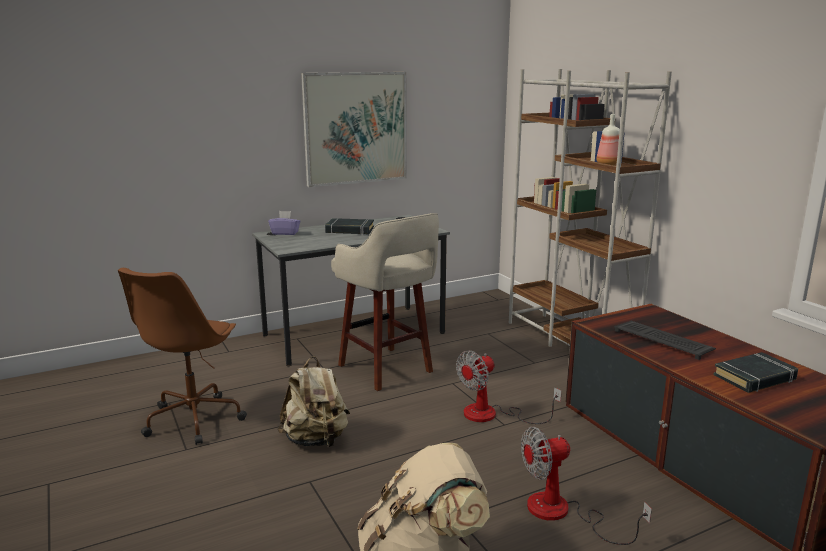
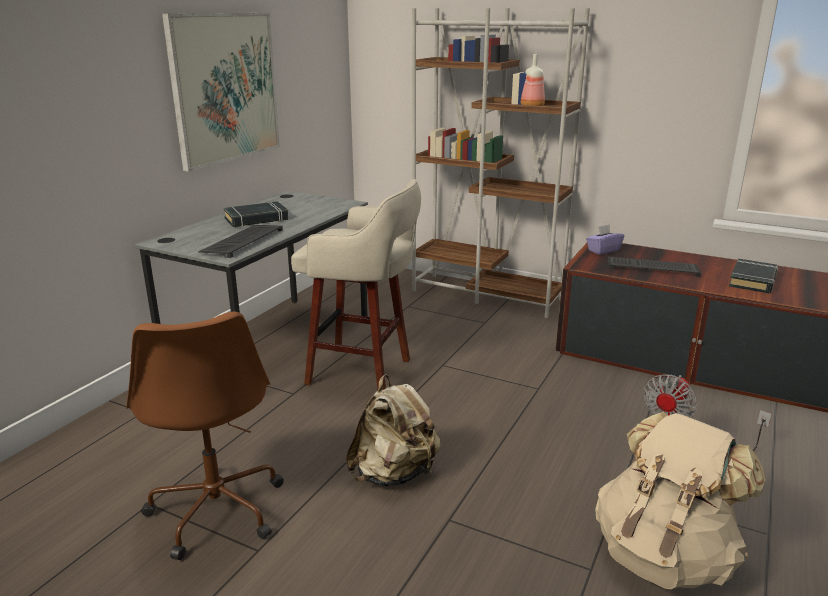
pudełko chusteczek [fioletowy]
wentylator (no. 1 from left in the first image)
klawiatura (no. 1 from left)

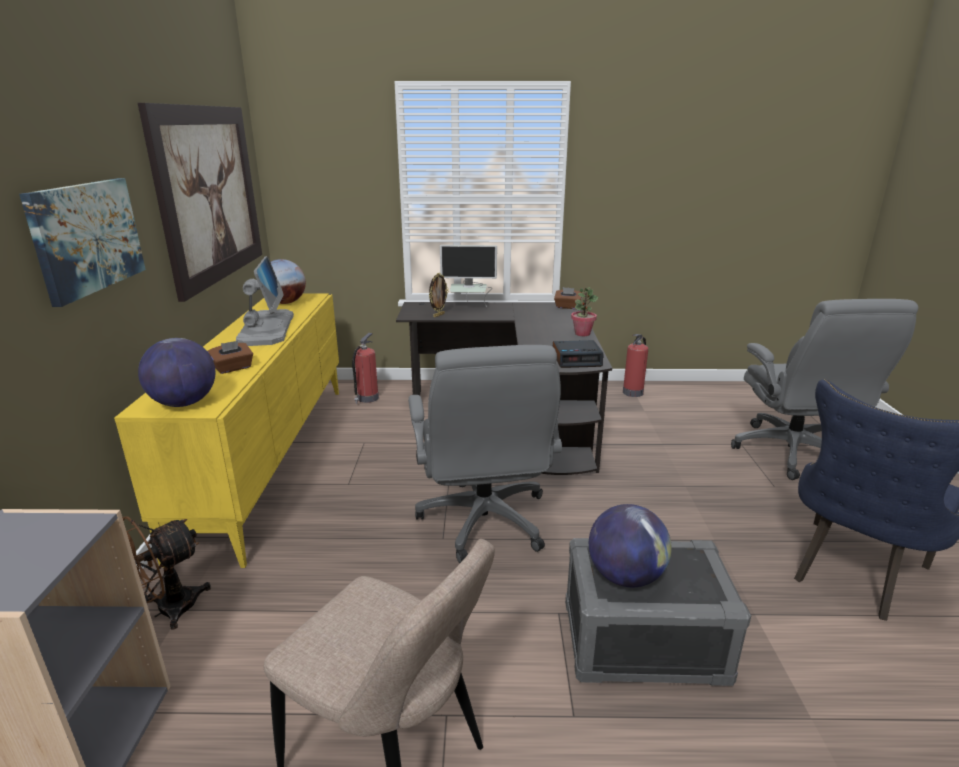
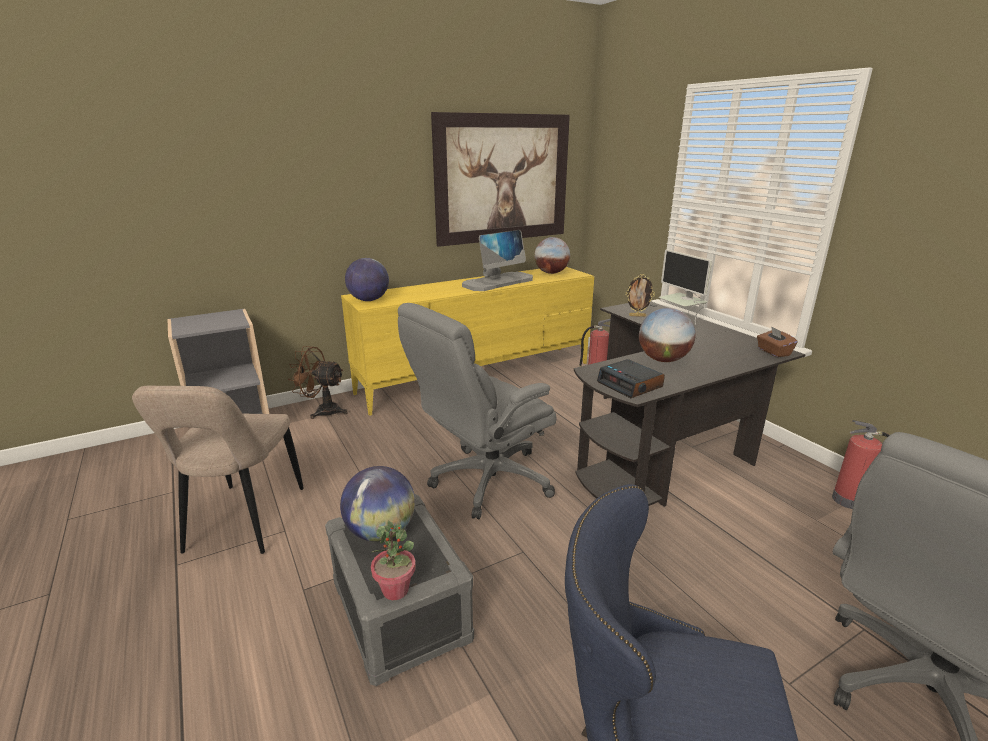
obraz (no. 1 from left in the first image)
roślina doniczkowa
pudełko chusteczek [brązowy] (no. 1 from left in the first image)
globus (no. 4 from left)

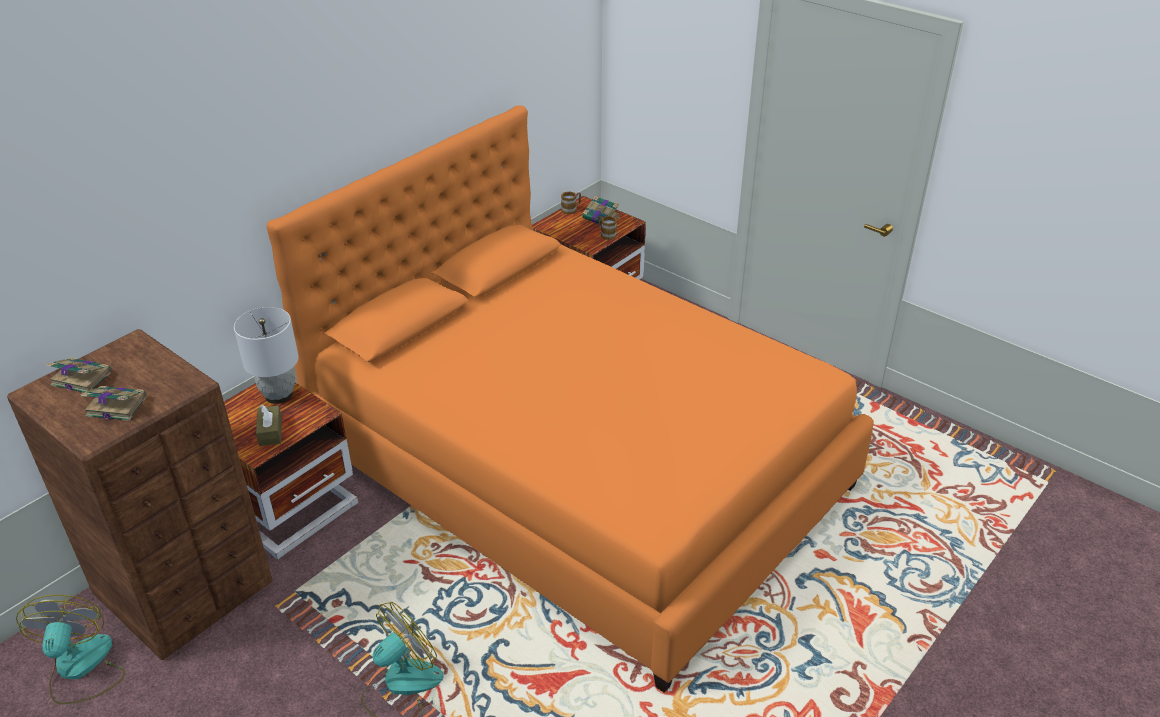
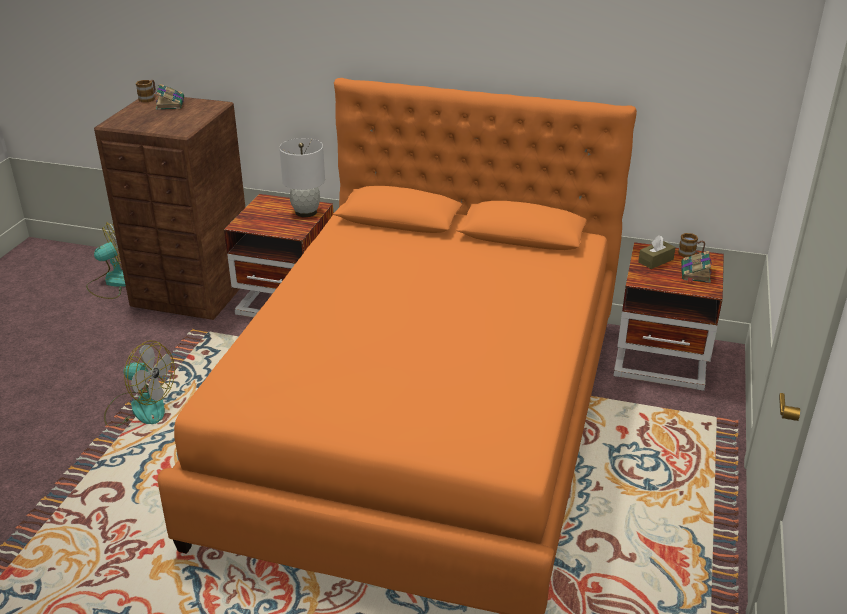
kubek (no. 1 from left)
książka (no. 2 from left in the first image)
pudełko chusteczek [brązowy]

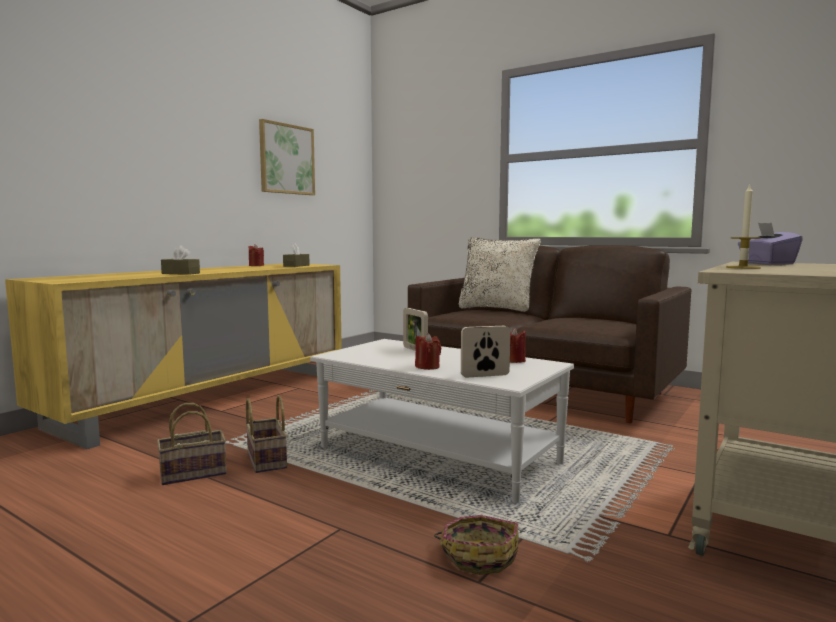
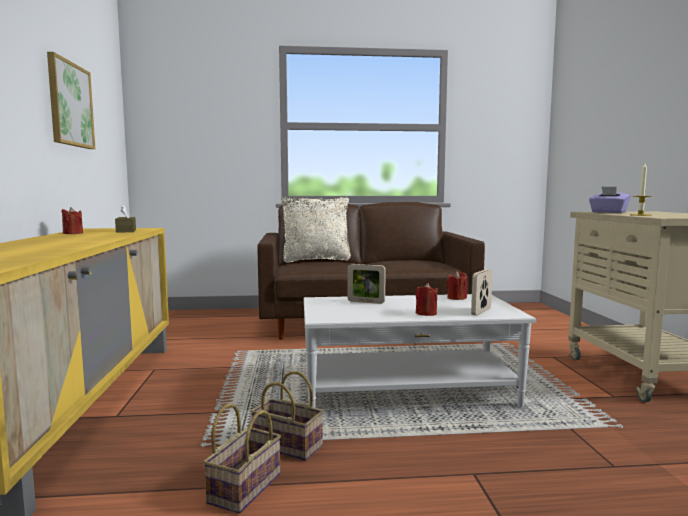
pudełko chusteczek [brązowy] (no. 1 from left in the first image)
koszyk (no. 3 from left in the first image)

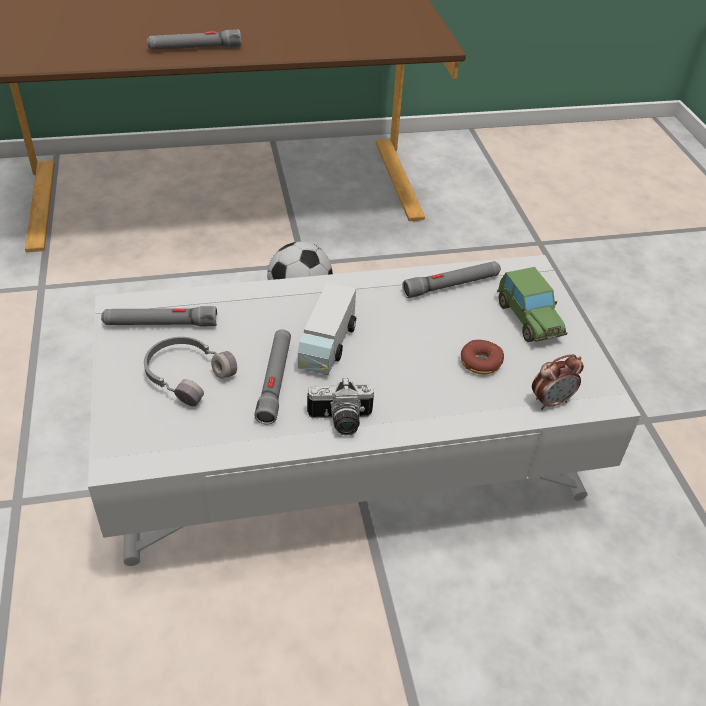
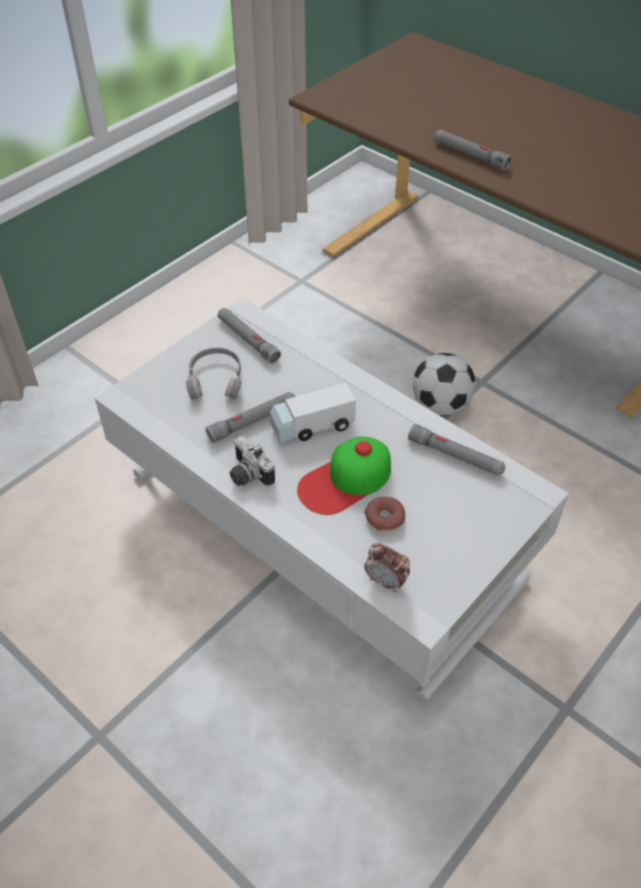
samochodzik
czapka z daszkiem

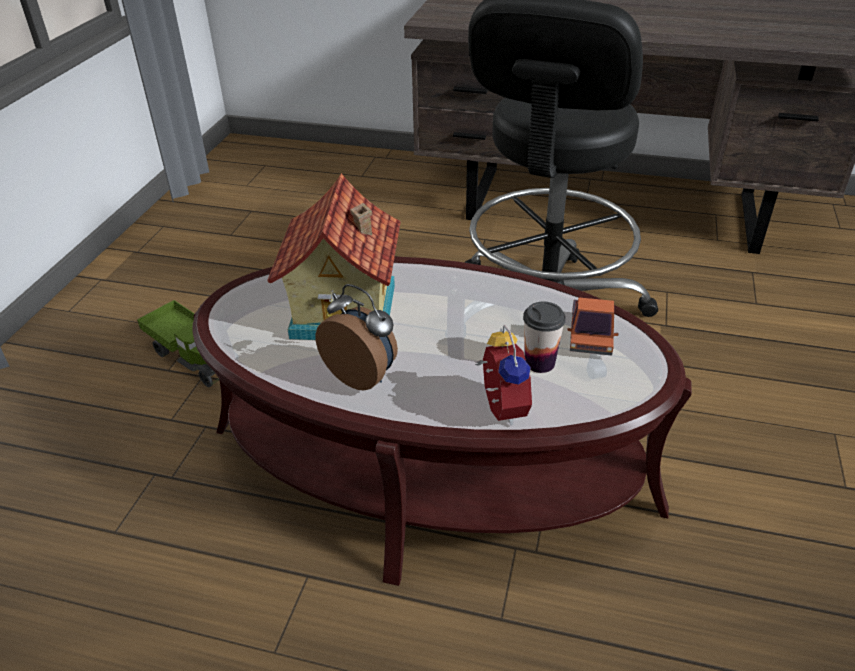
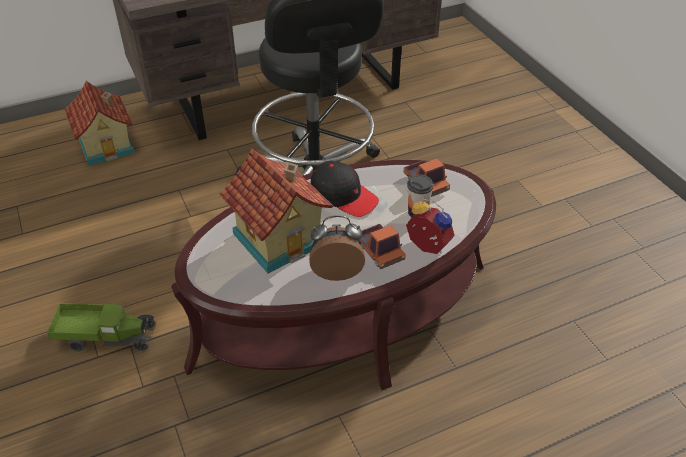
domek (no. 1 from left)
czapka z daszkiem [czarny]
ciężarówka zabawkowa (no. 2 from left)

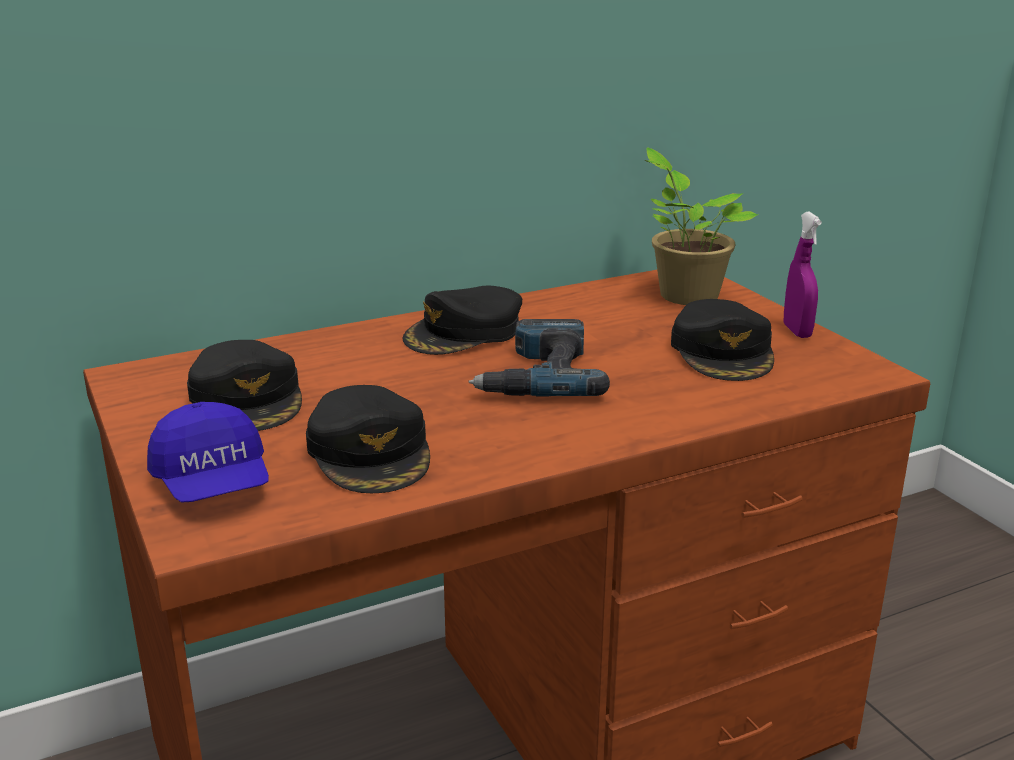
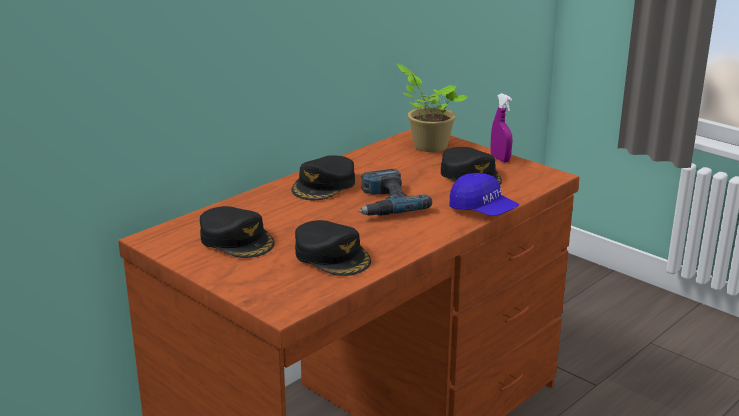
czapka z daszkiem [niebieski]

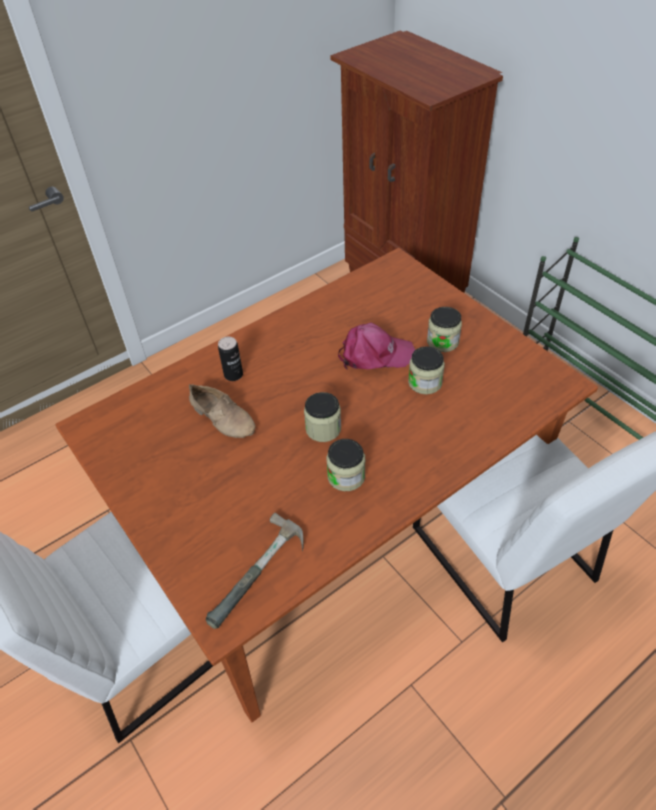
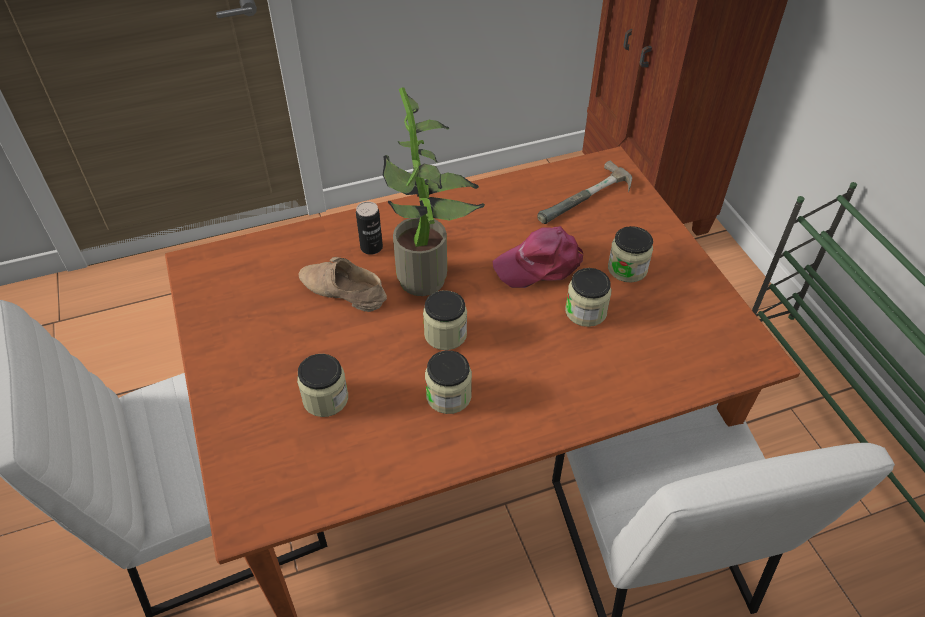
czapka z daszkiem [różowy]
but [beżowy]
młotek
roślina doniczkowa
słoik (no. 1 from left)

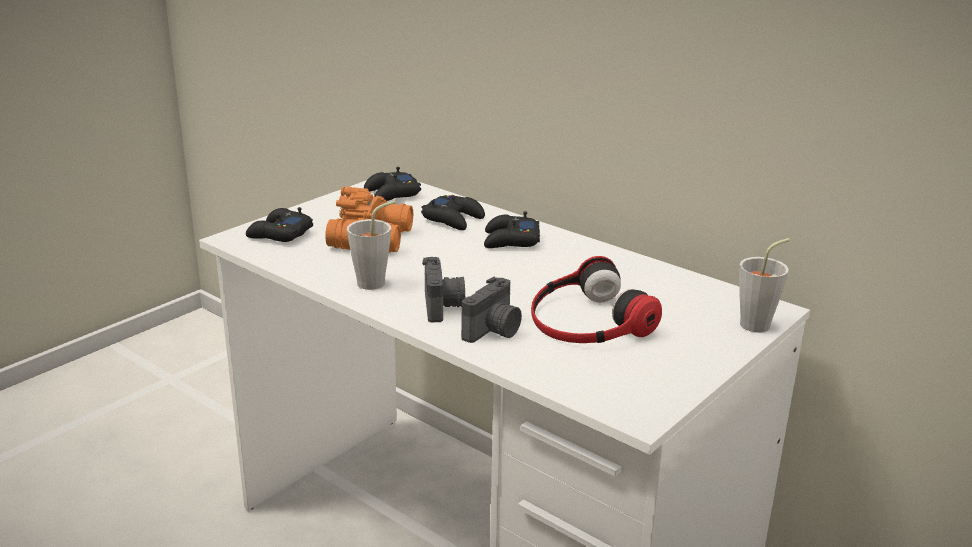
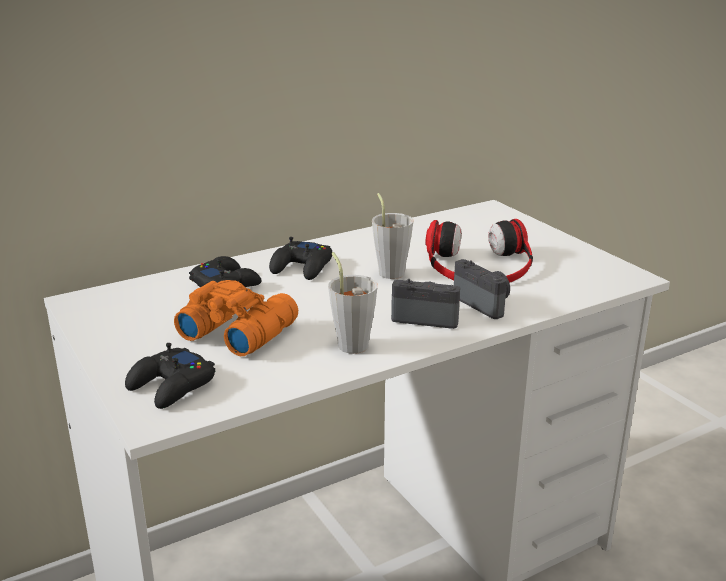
pad do gier [czarny] (no. 2 from left in the first image)
filiżanka [szary] (no. 2 from left)

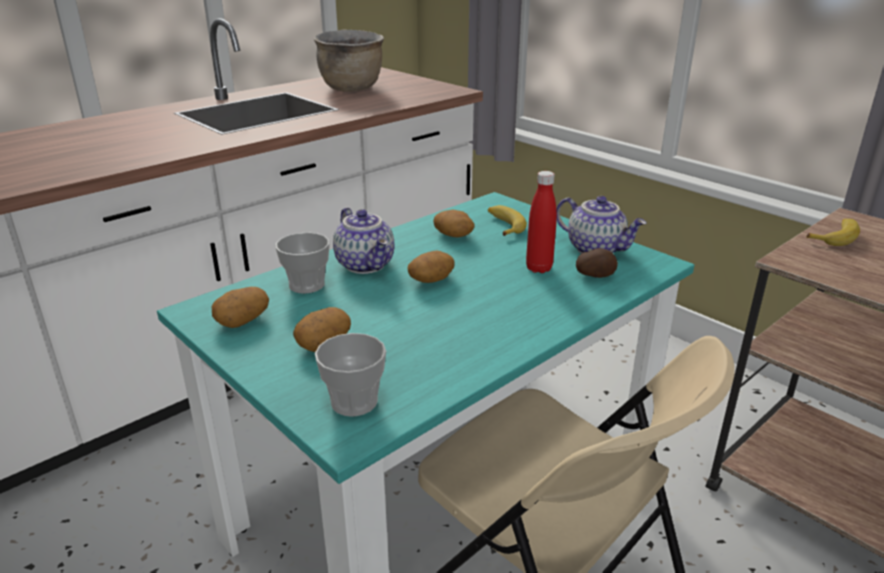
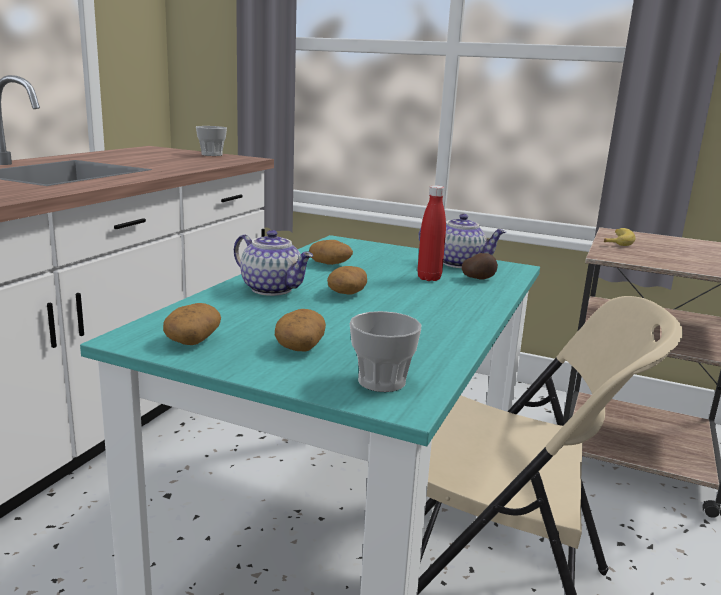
garnek [brązowy]
banan (no. 1 from left in the first image)
filiżanka (no. 1 from left)

